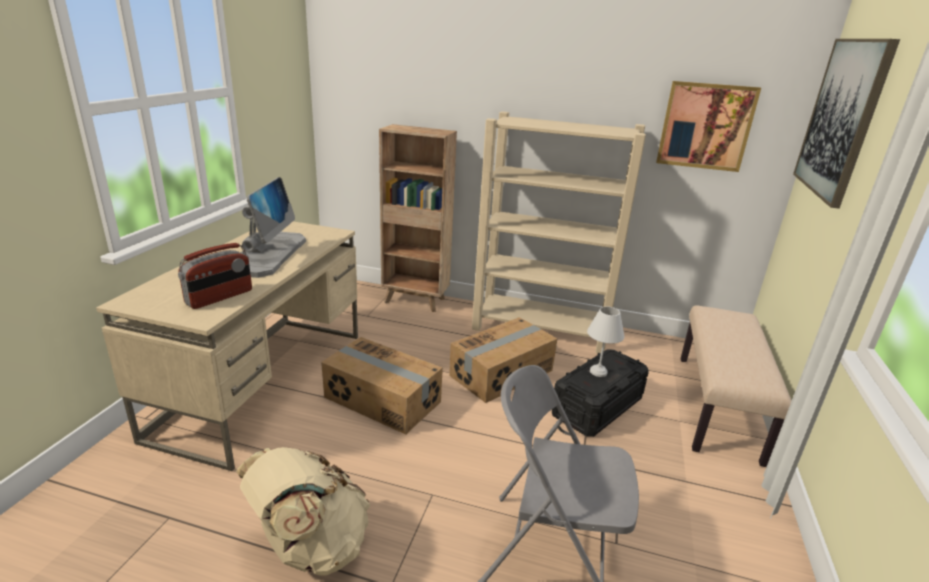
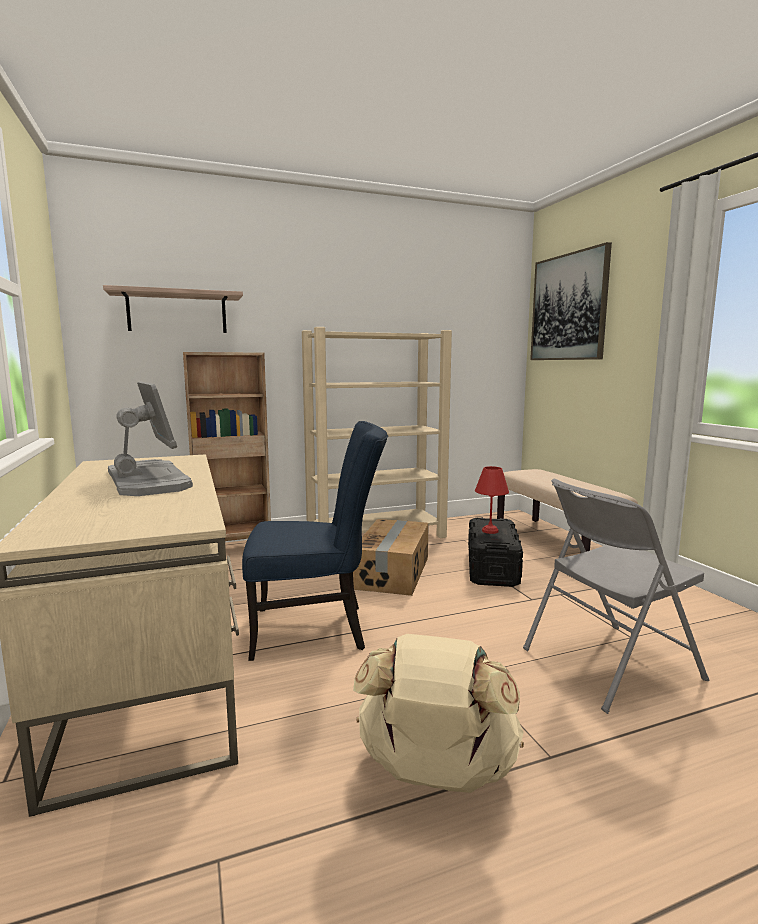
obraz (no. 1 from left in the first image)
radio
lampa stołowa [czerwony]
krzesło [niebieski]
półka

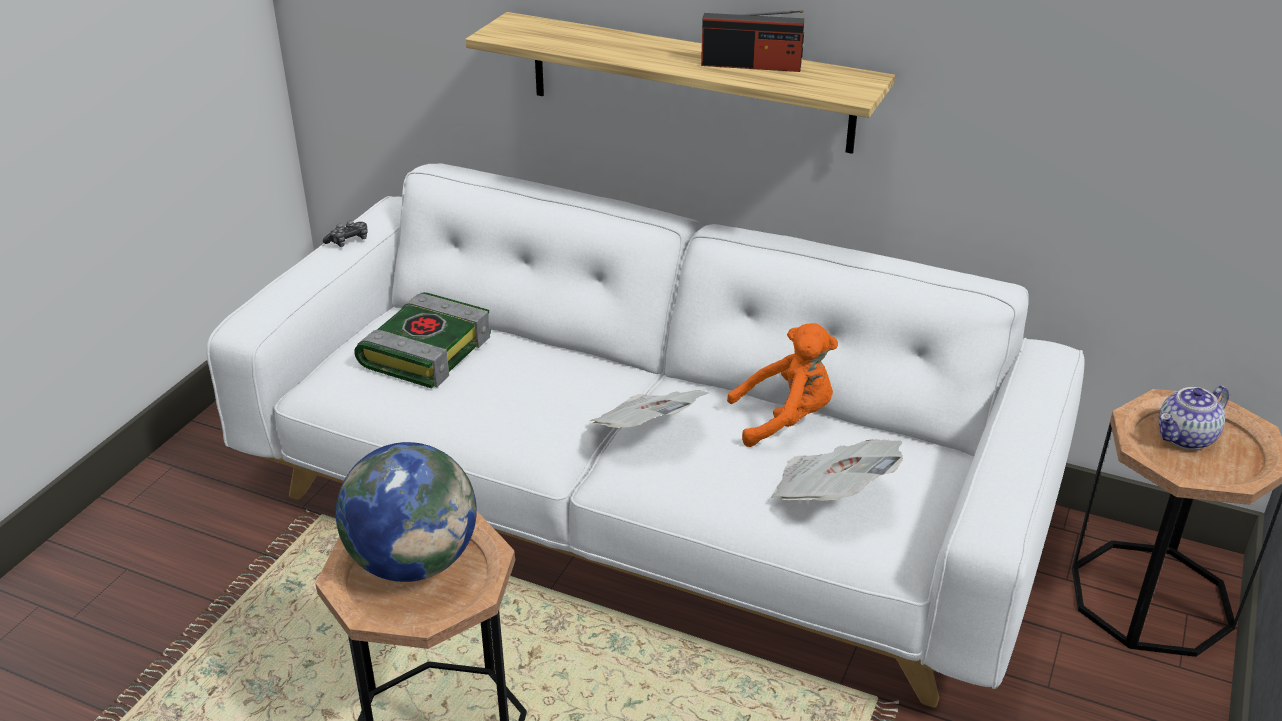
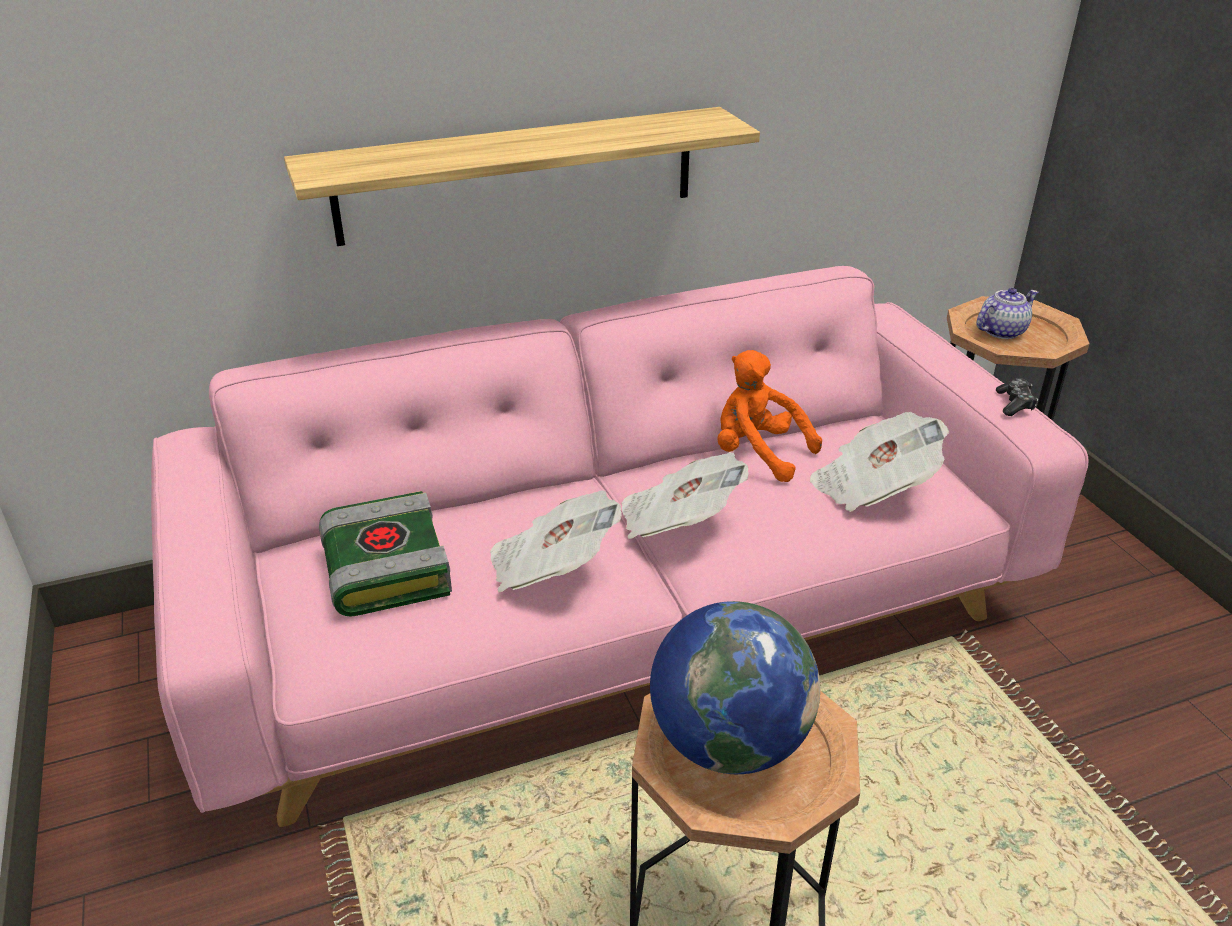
radio
kanapa [różowy]
pad do gier
pluszak [pomarańczowy]
imbryk
gazeta (no. 1 from left)

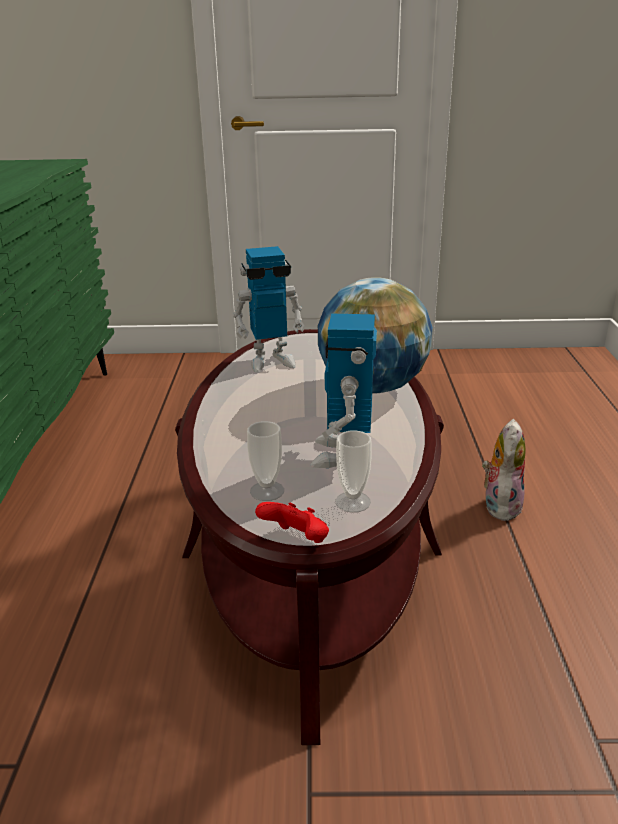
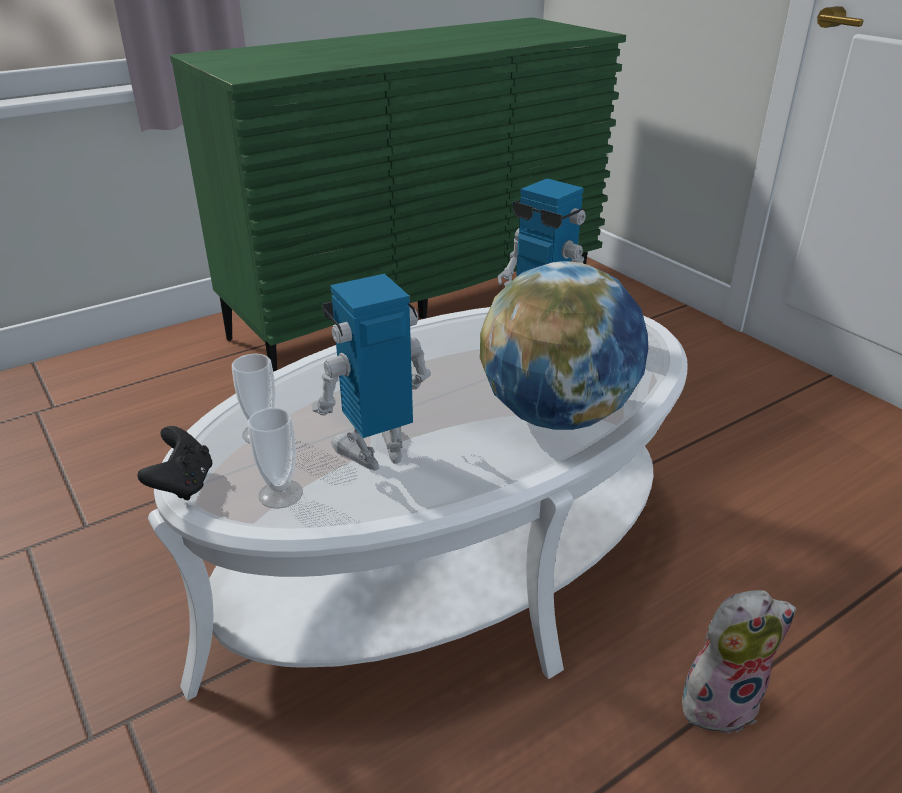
ława [biały]
pad do gier [czarny]

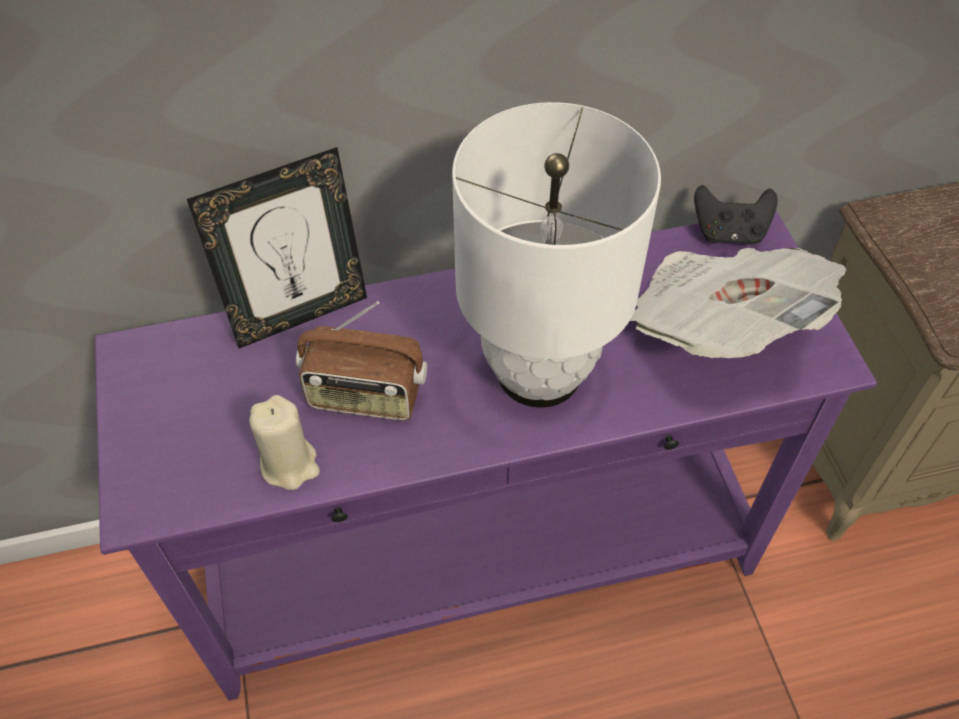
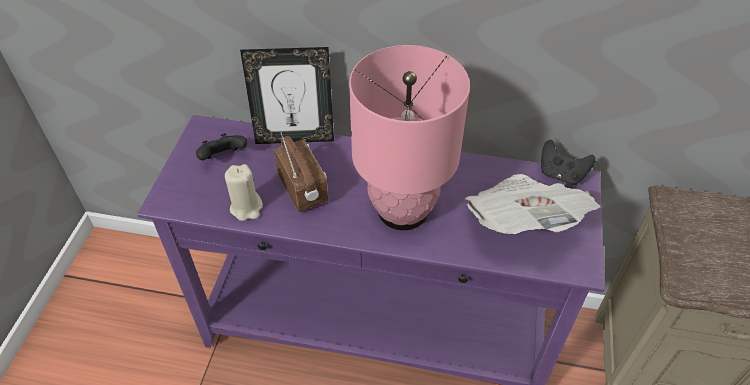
lampa stołowa [różowy]
radio
pad do gier [czarny] (no. 1 from left)

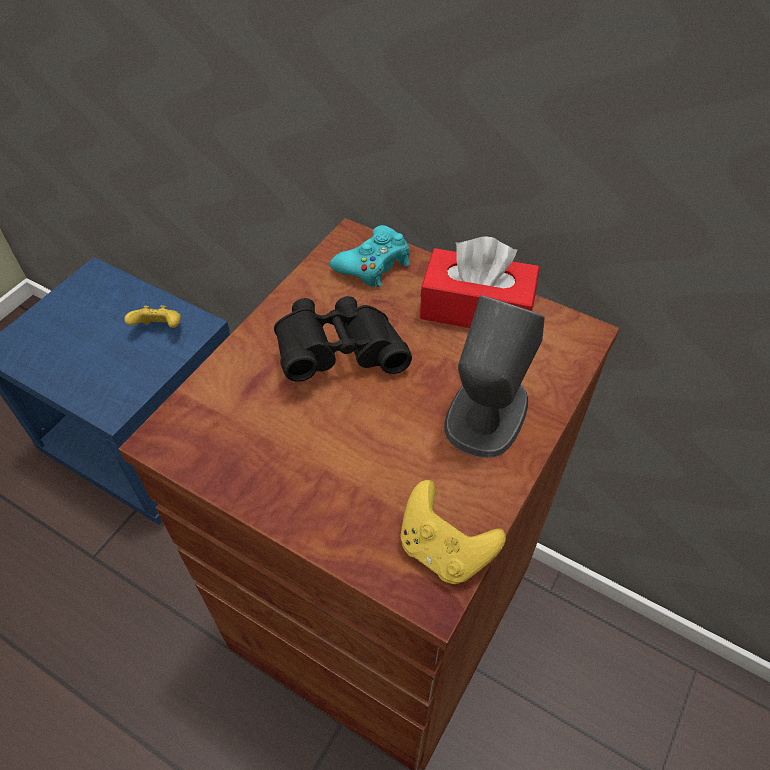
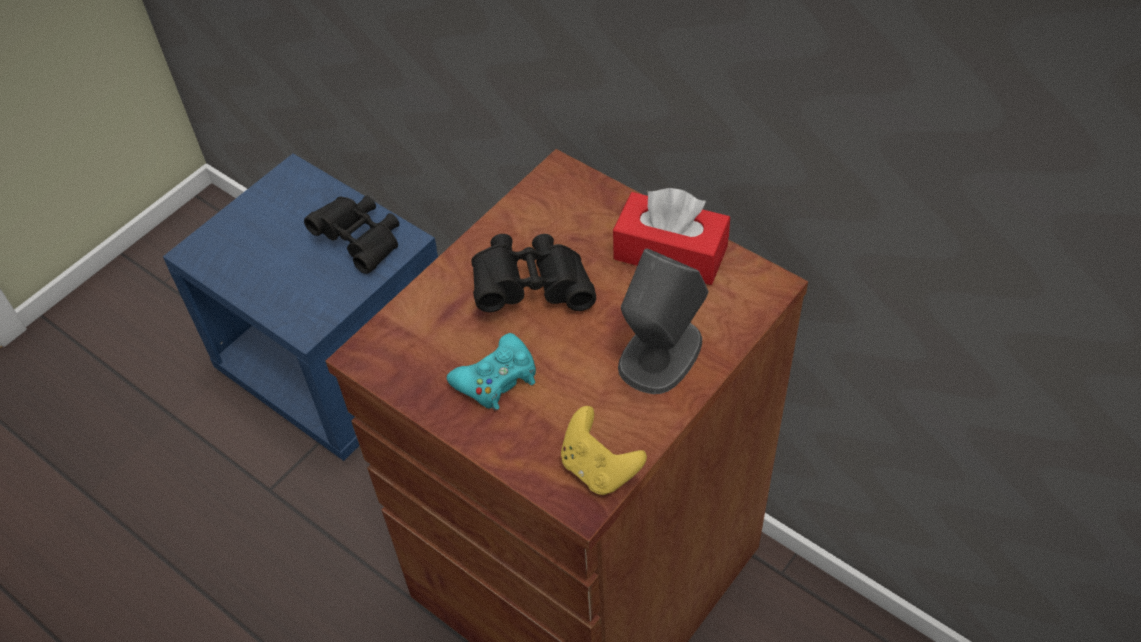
pad do gier [turkusowy]
lornetka [czarny] (no. 1 from left)

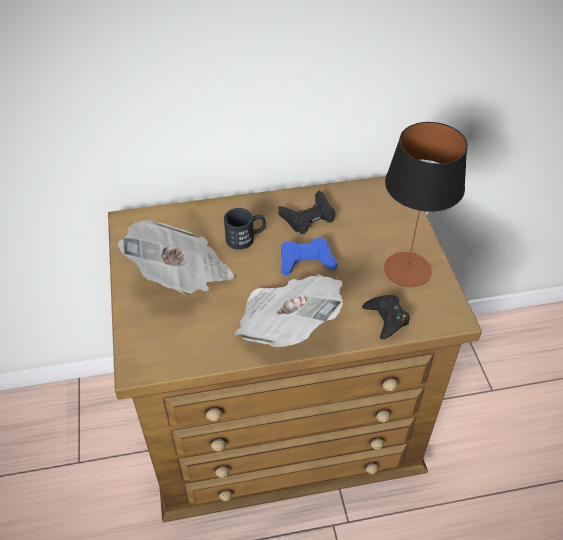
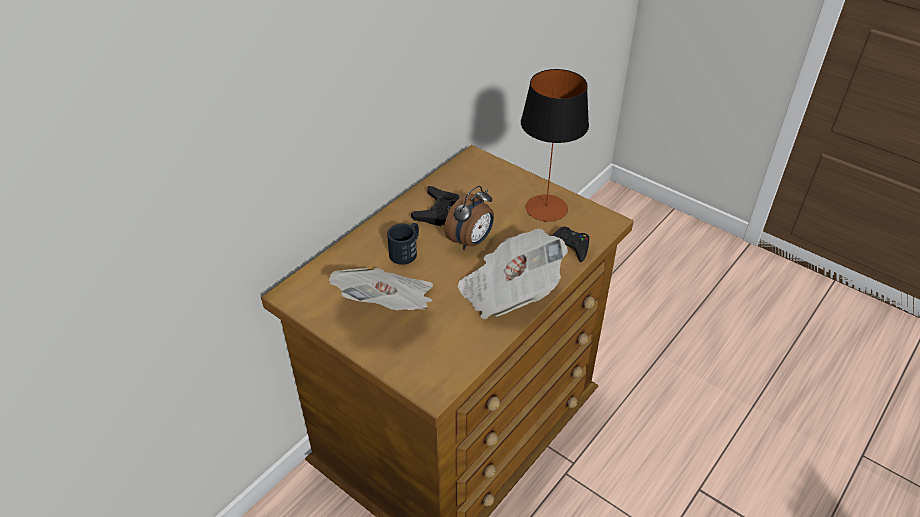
budzik

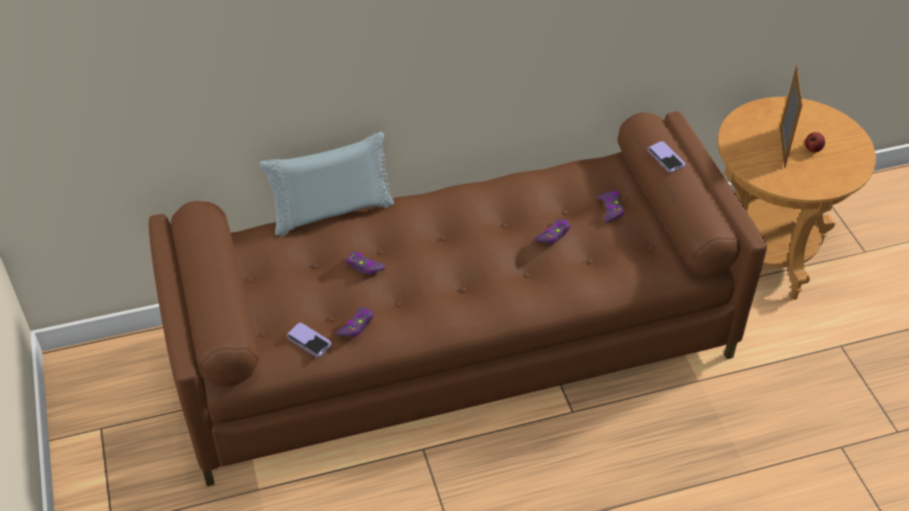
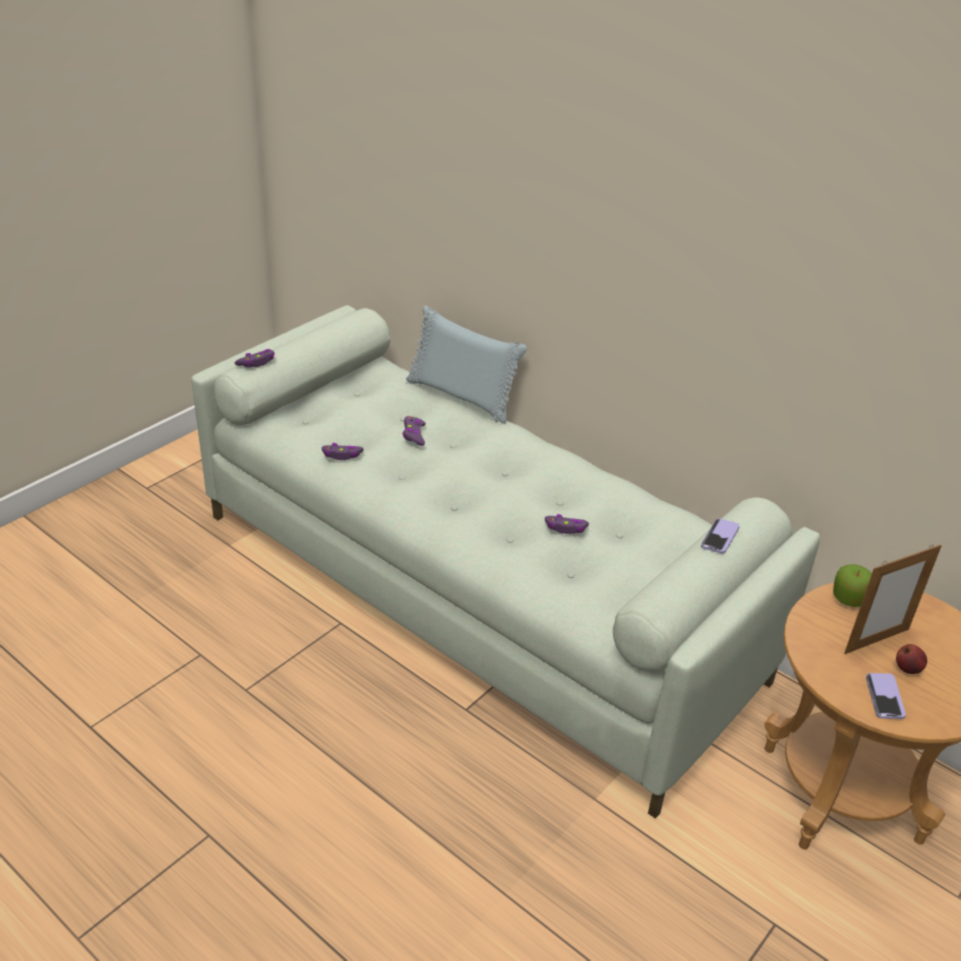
kanapa [biały]
pad do gier [fioletowy] (no. 1 from left)
telefon (no. 2 from left)
jabłko (no. 1 from left)

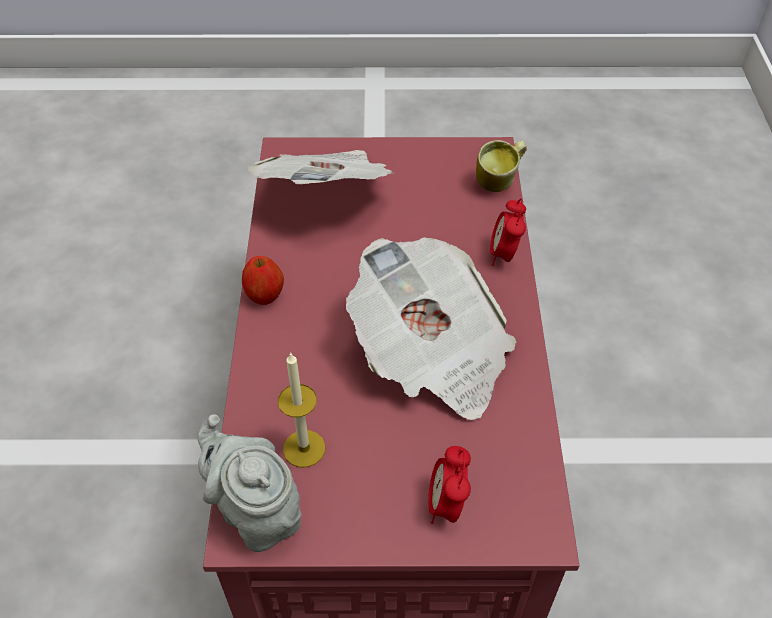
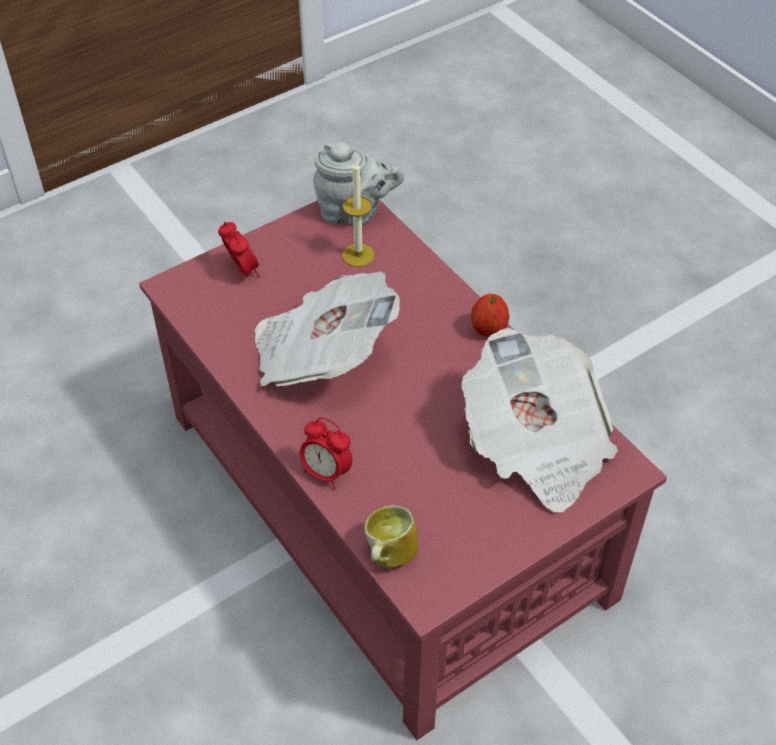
budzik (no. 2 from left)

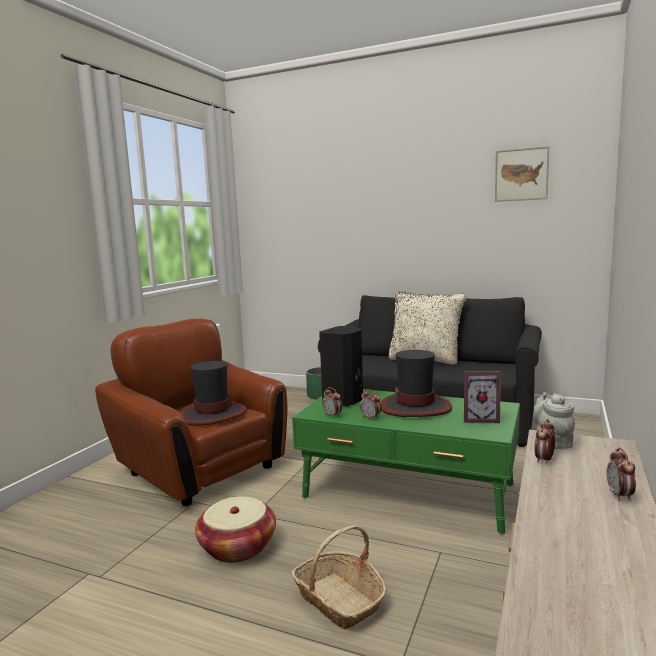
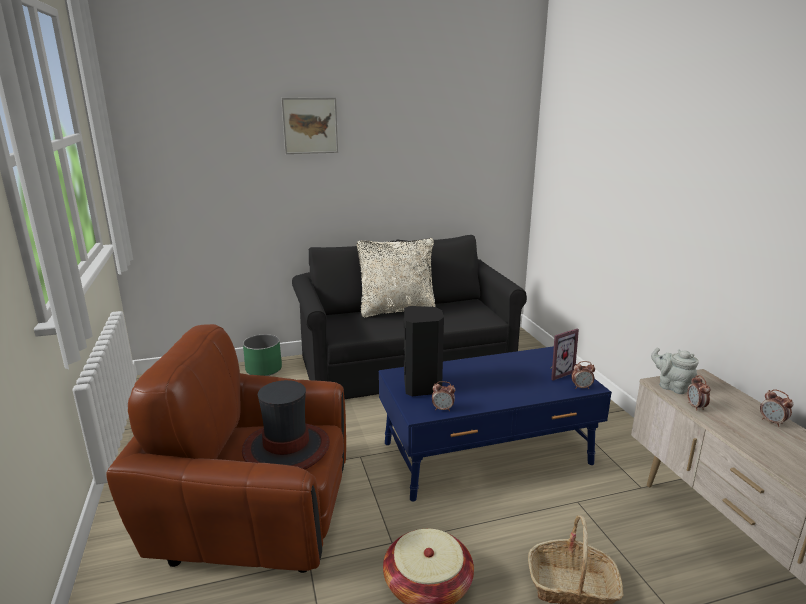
obraz
kapelusz (no. 2 from left in the first image)
ława [niebieski]
budzik (no. 2 from left)

